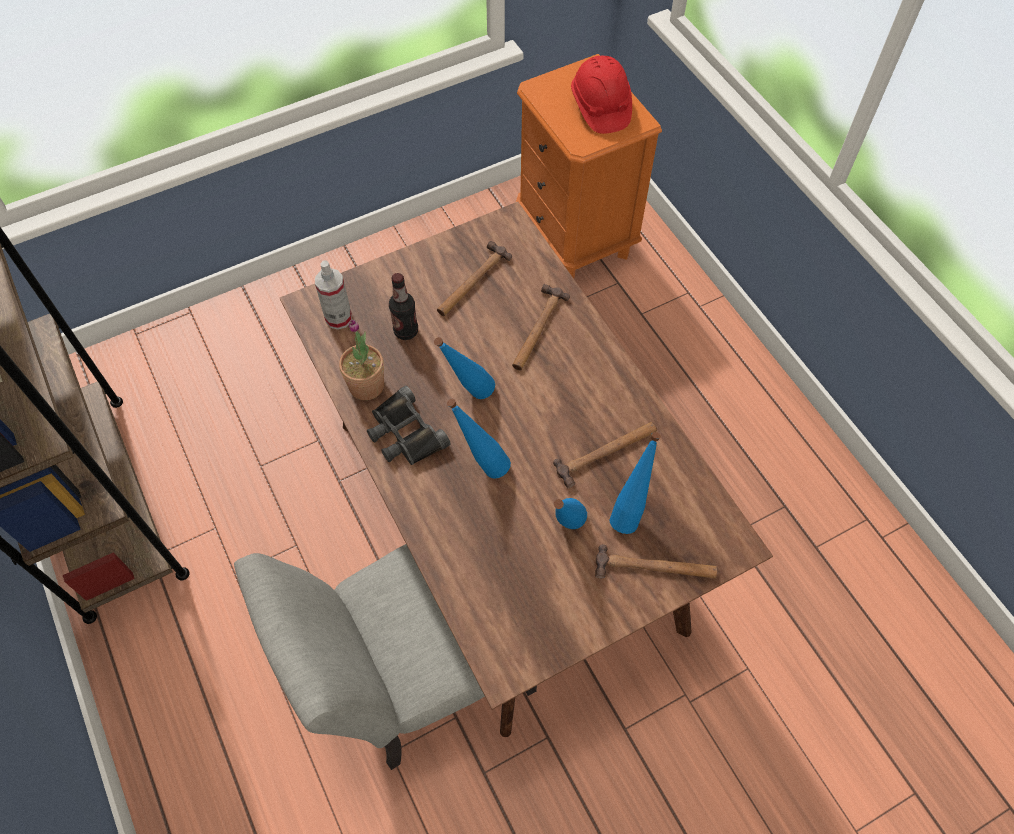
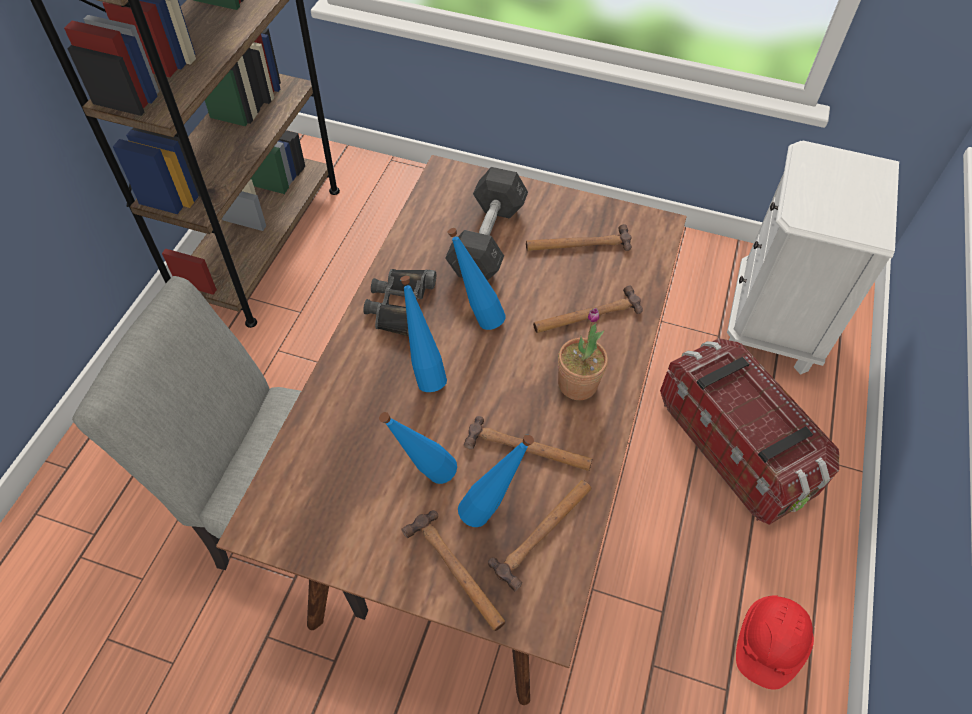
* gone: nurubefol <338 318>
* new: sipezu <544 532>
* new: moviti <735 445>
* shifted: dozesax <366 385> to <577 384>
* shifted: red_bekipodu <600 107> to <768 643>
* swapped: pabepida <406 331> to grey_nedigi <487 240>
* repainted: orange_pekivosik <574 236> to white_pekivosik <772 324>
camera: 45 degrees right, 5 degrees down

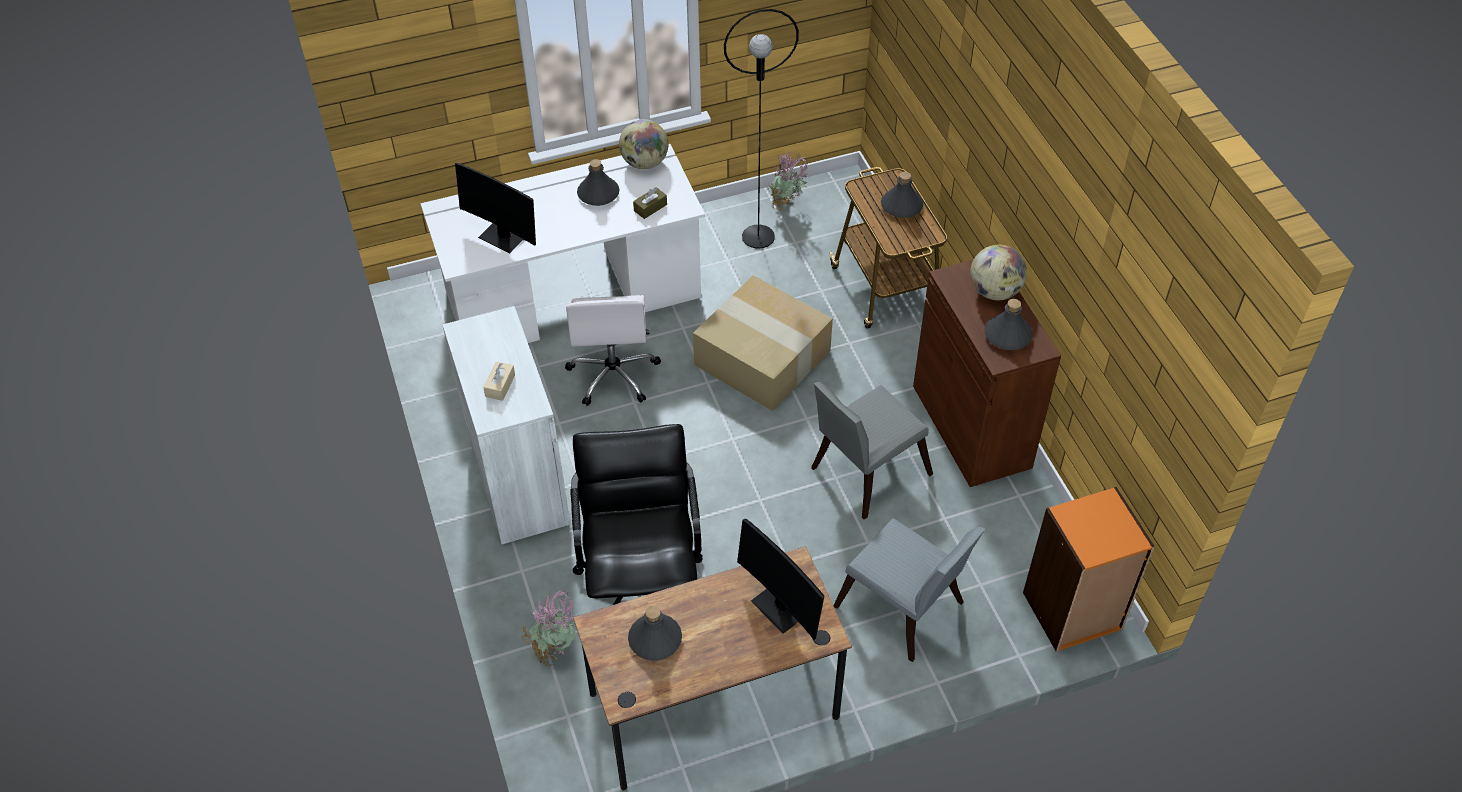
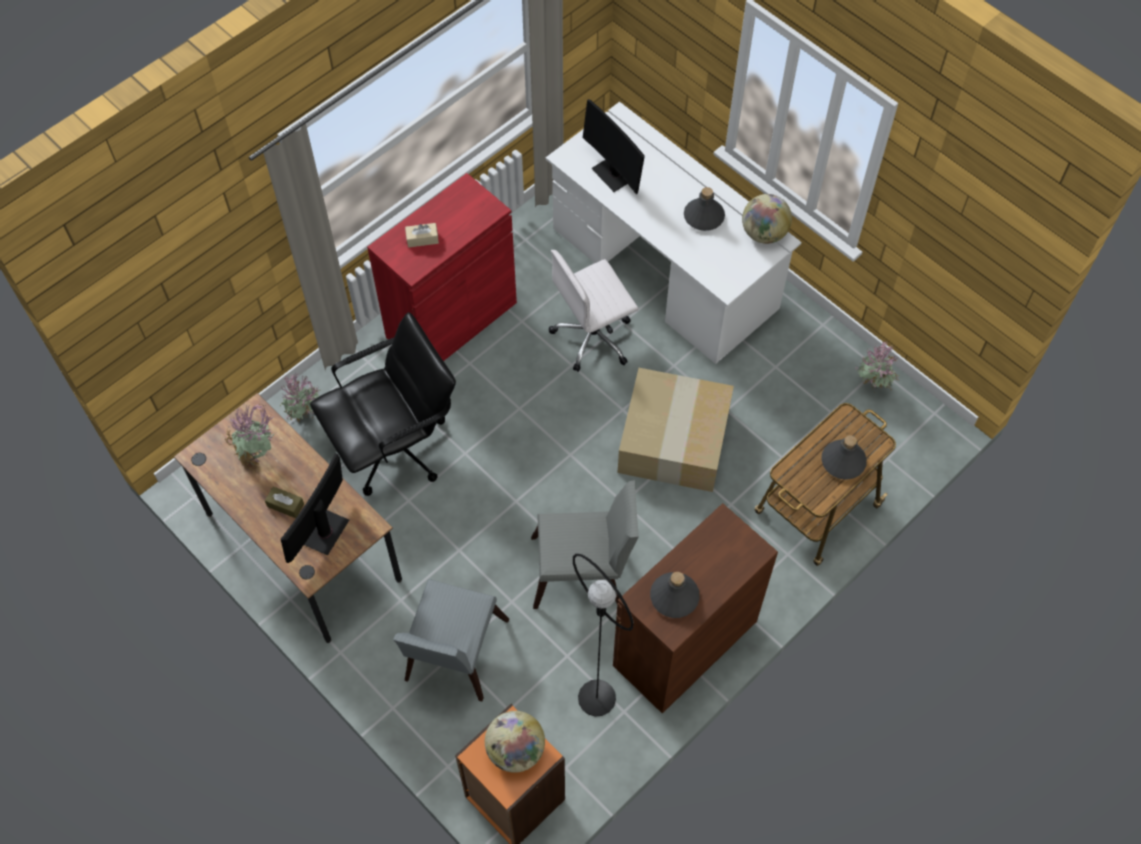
* shifted: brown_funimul <650 207> to <285 505>
* shifted: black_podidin <758 236> to <597 698>
* shifted: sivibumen <994 291> to <515 750>
* swapped: grey_pabepida <655 639> to dozesax <258 456>
* repainted: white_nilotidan <518 480> to red_nilotidan <451 320>
* rotated: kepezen <504 236> = <614 174> 45 degrees counterclockwise
* rotated: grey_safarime <864 474> = <584 572> 150 degrees clockwise
camera: 65 degrees right, 10 degrees up

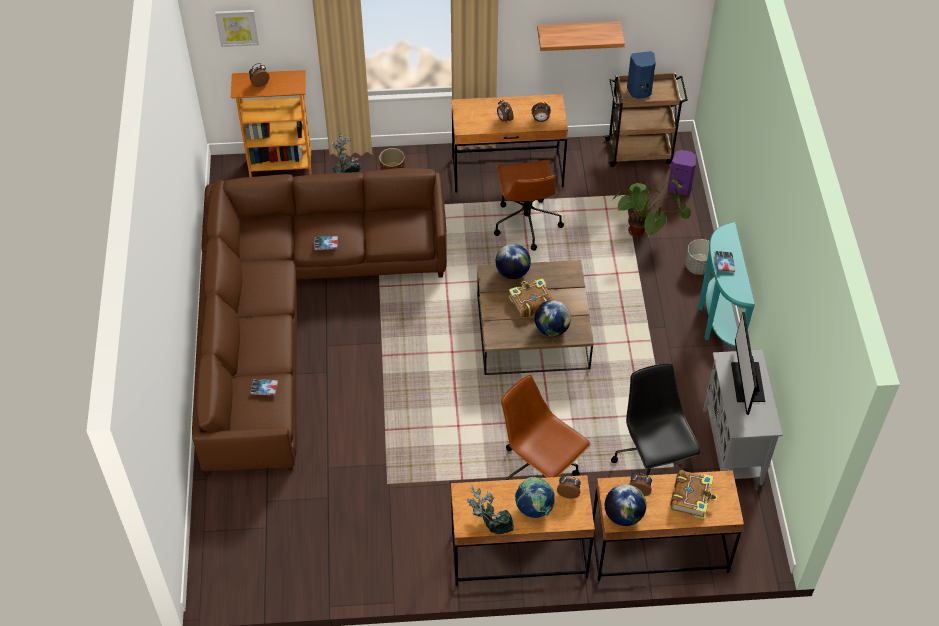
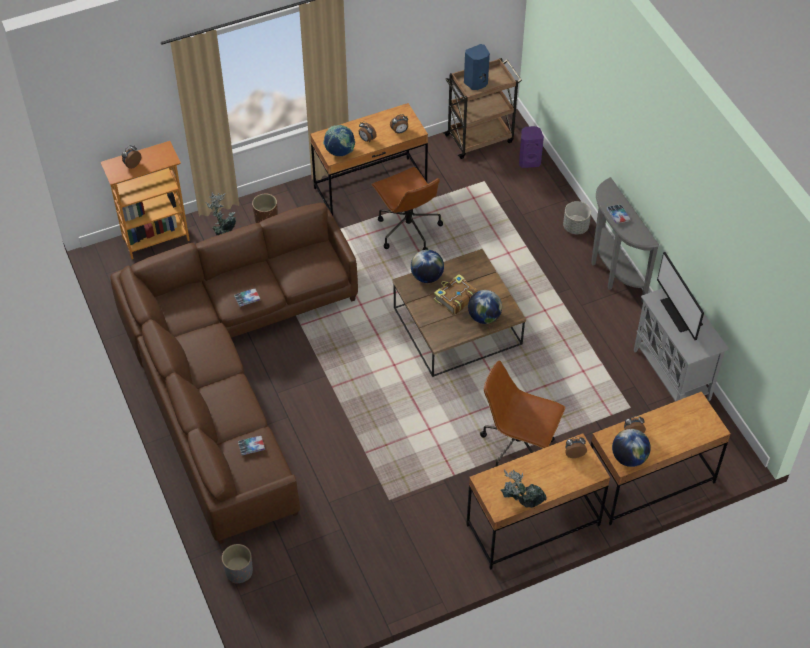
* gone: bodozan <237 27>
* gone: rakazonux <578 33>
* gone: dozesax <646 232>
* gone: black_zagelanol <653 461>
* gone: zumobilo <692 497>
* new: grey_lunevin <239 571>
* shifted: sivibumen <534 508> to <340 152>
* repainted: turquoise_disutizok <716 323> to grey_disutizok <612 272>
camera: 20 degrees left, 0 degrees up

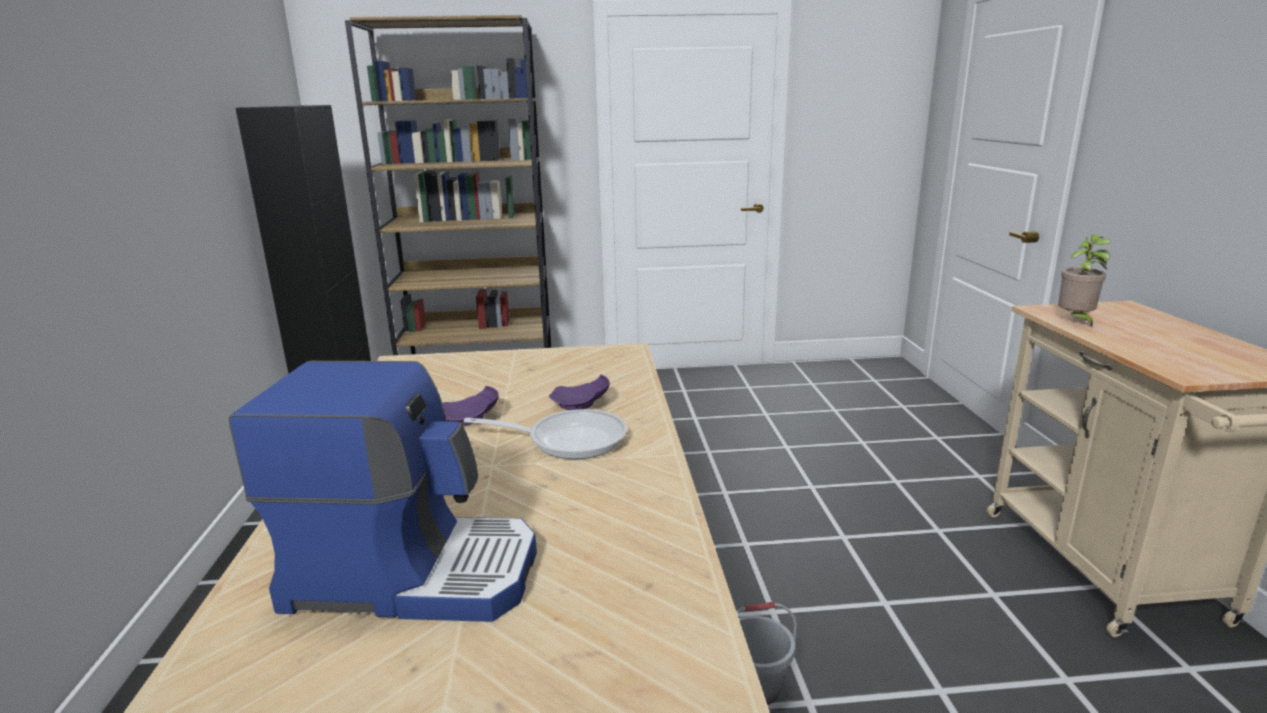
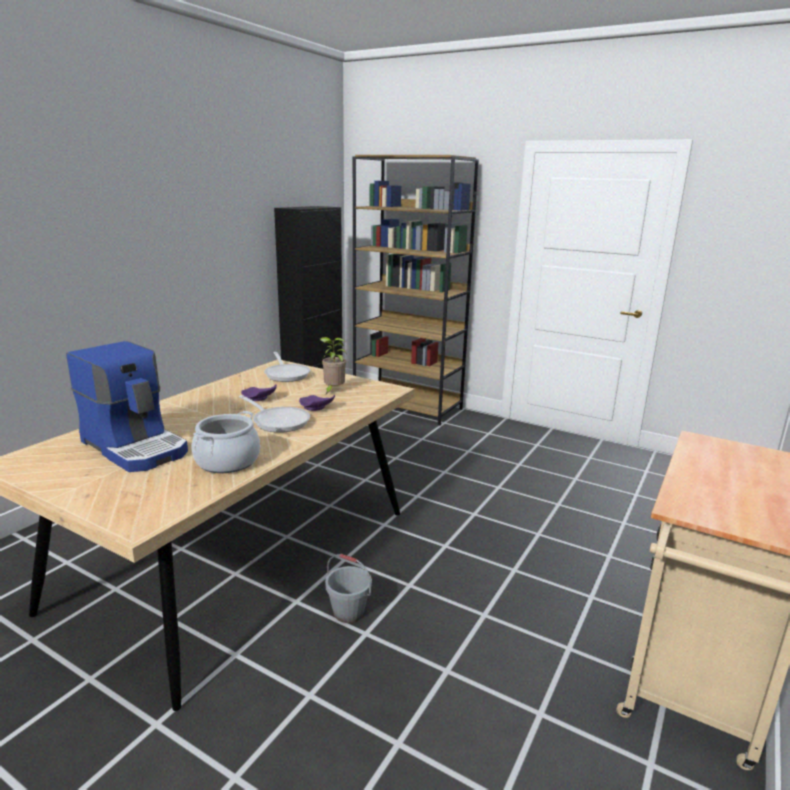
* new: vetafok <228 461>
* new: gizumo <286 374>
* shifted: dozesax <1075 321> to <333 391>
camera: 35 degrees right, 0 degrees up

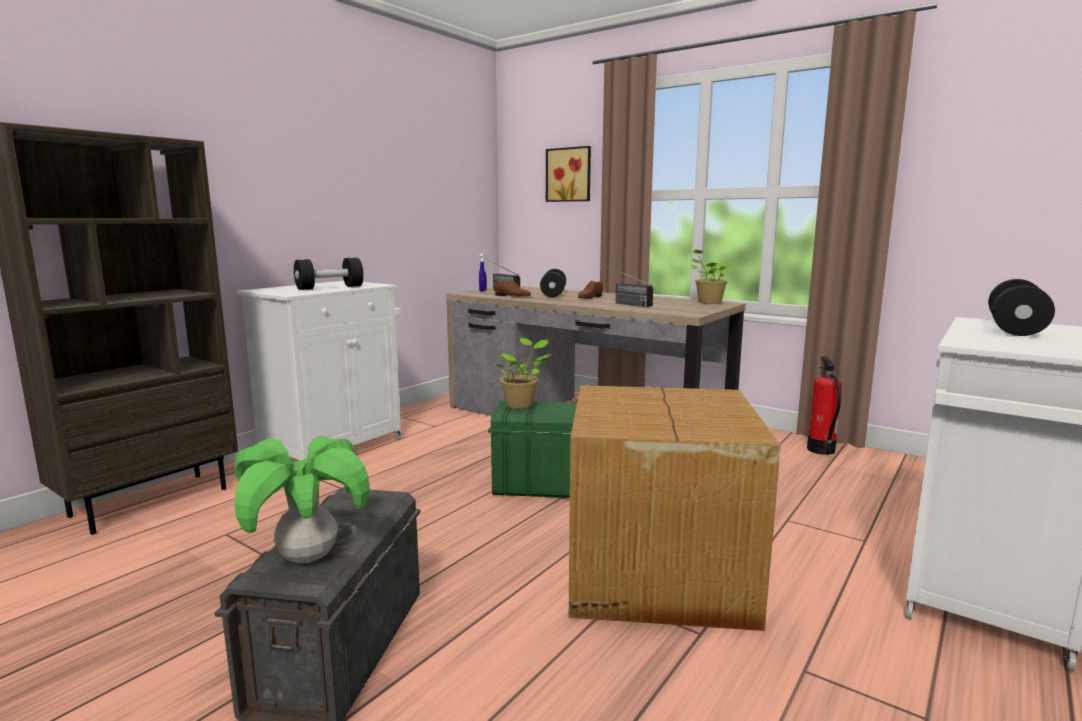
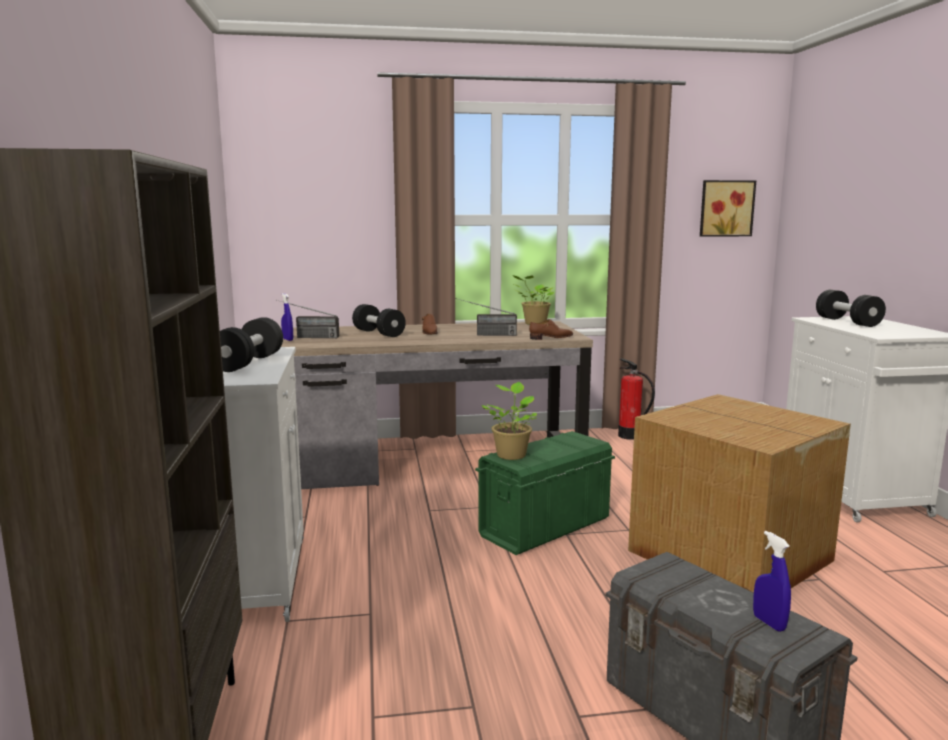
* shifted: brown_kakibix <512 296> to <551 338>
* shifted: bodozan <569 175> to <725 208>
* swapped: dozesax <308 557> to blue_nurubefol <769 623>
camera: 45 degrees left, 0 degrees up

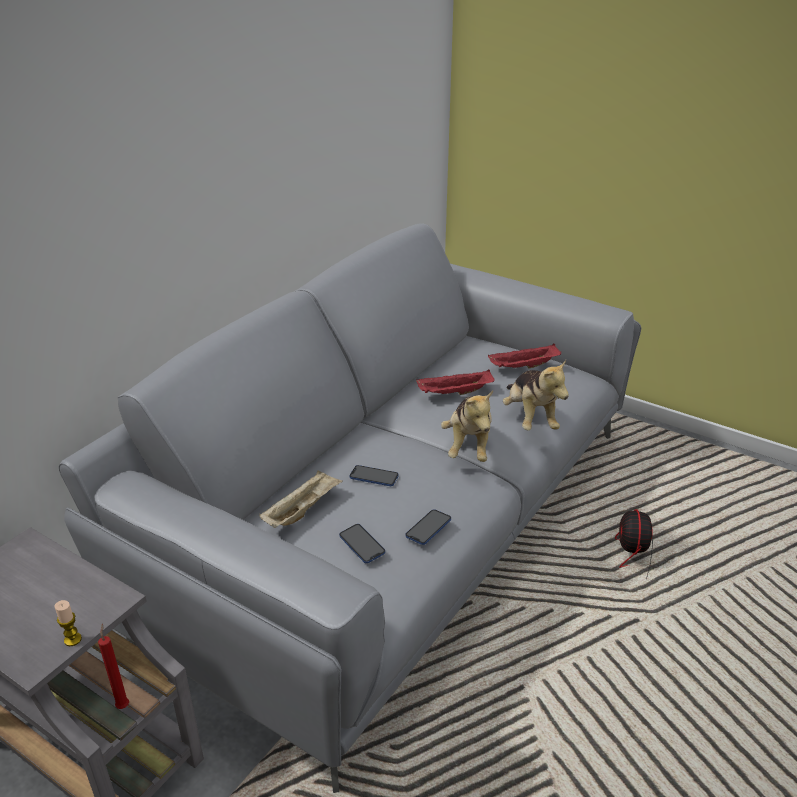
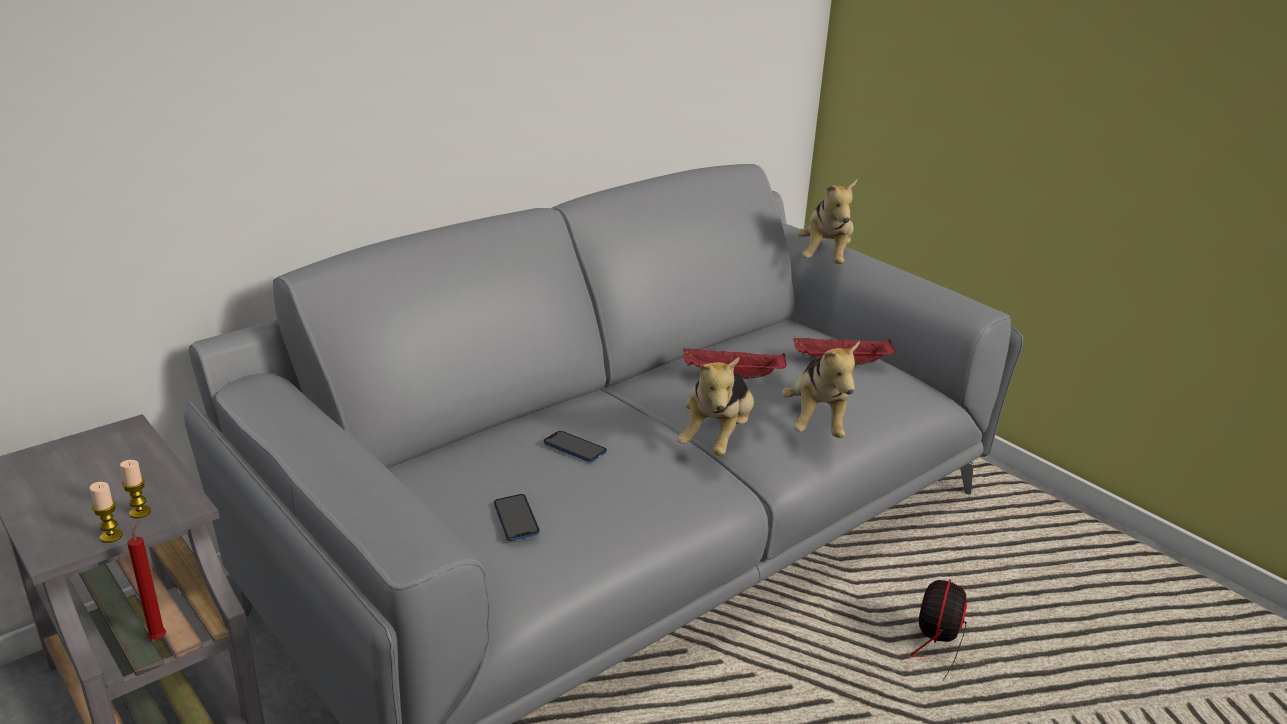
* gone: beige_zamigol <302 510>
* gone: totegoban <428 528>
* new: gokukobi <140 512>
* new: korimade <825 258>
camera: 15 degrees right, 5 degrees down

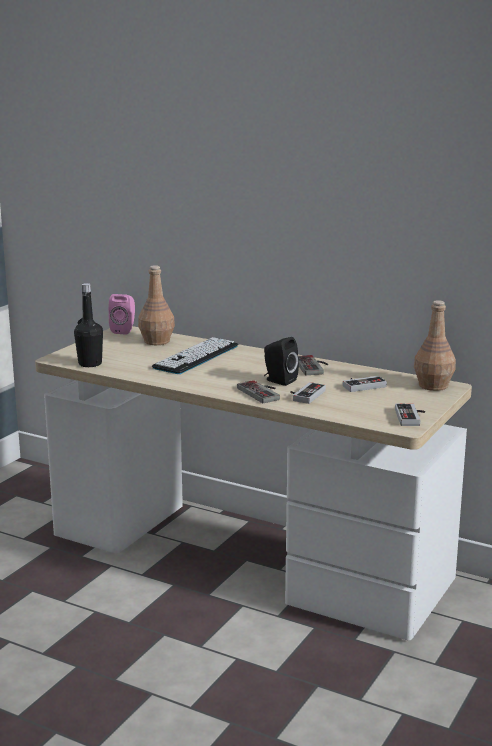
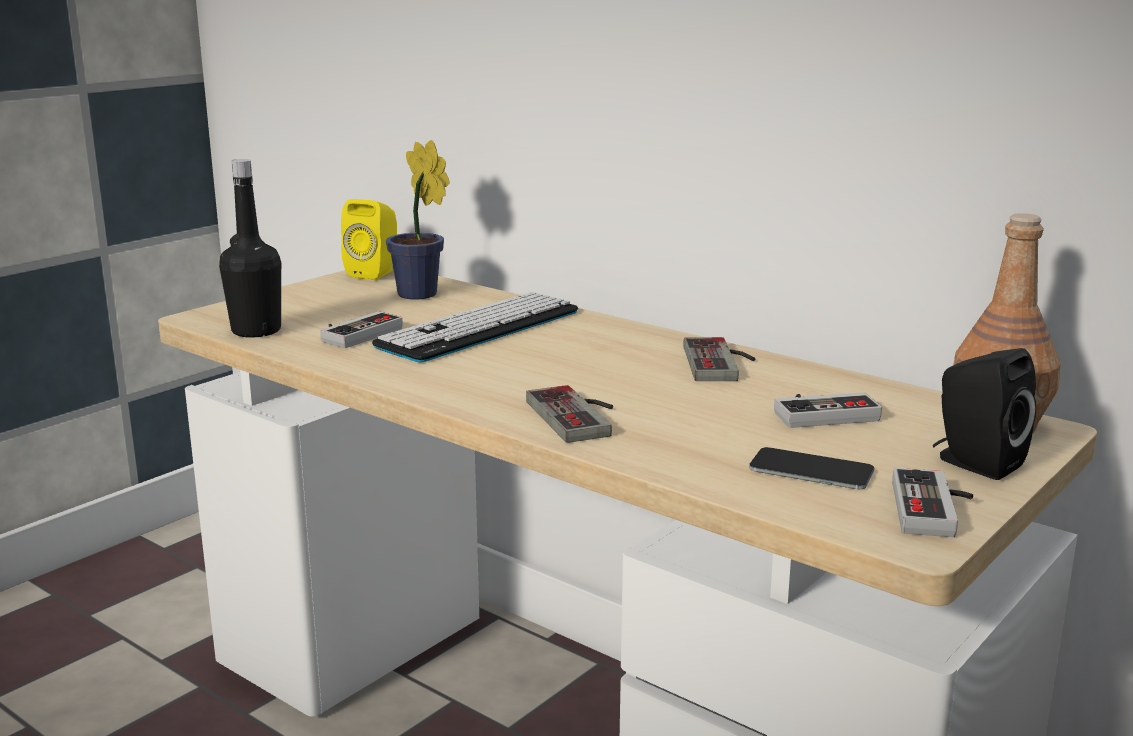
* new: totegoban <811 470>
* shifted: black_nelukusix <278 380> to <974 463>
* shifted: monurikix <305 395> to <356 333>
* swapped: brown_pabepida <156 341> to dozesax <421 295>
* repainted: pink_nelukusix <124 330> to yellow_nelukusix <375 273>
camera: 10 degrees right, 0 degrees up

